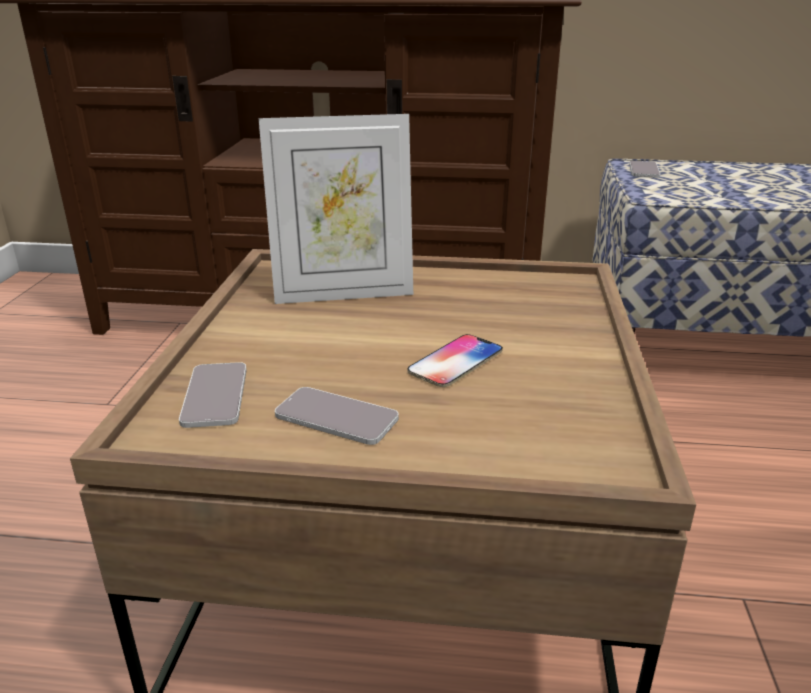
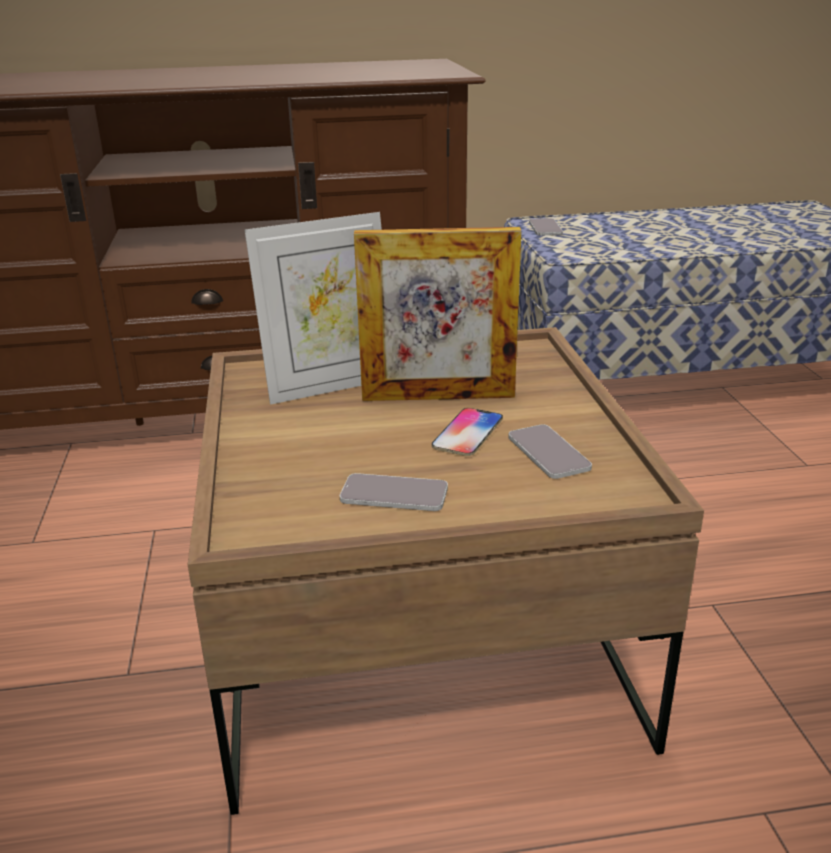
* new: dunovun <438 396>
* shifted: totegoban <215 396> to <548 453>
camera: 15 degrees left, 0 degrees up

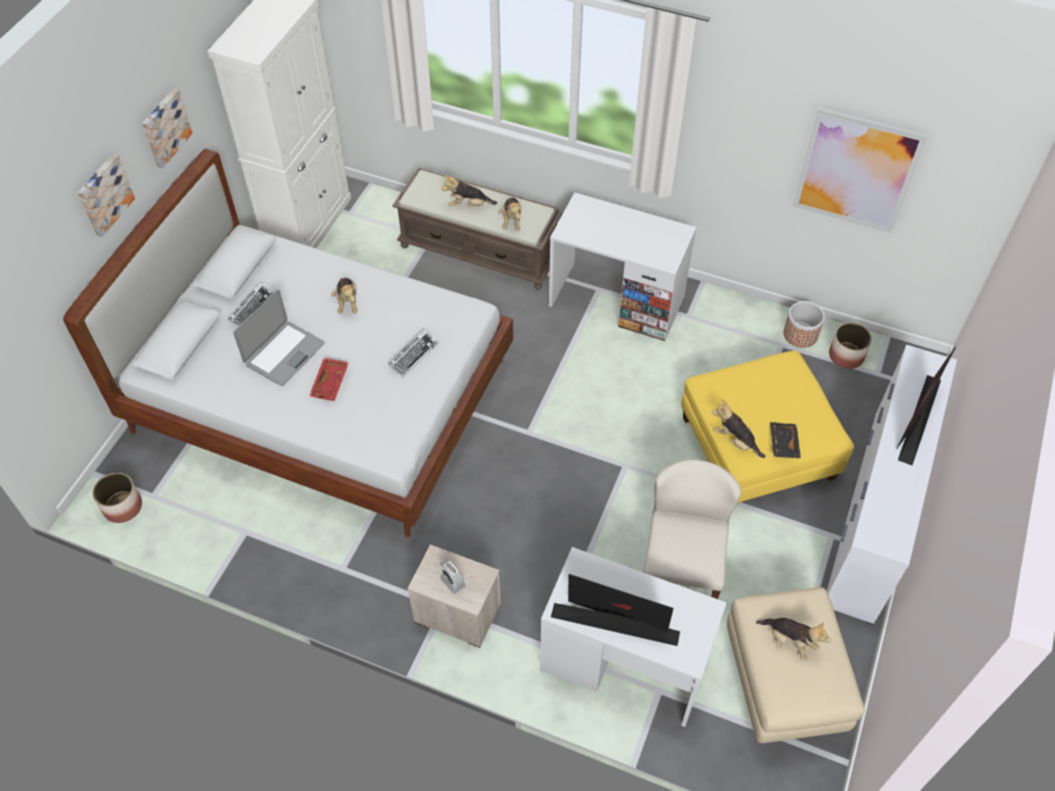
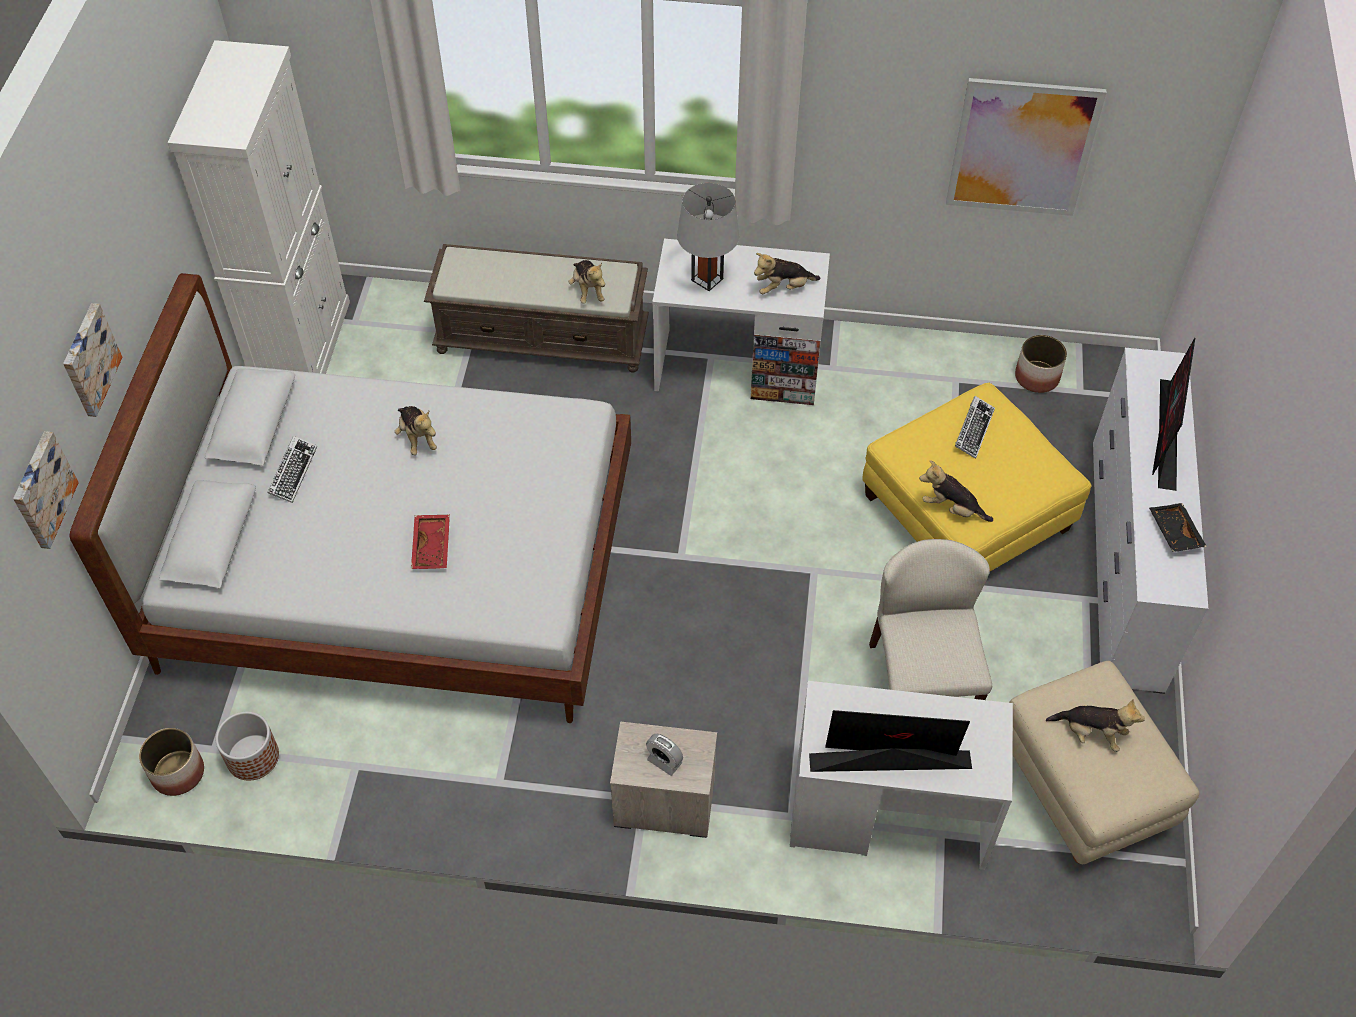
* gone: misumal <284 354>
* new: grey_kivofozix <707 279>
* shifted: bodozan <165 127> to <41 489>
* shifted: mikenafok <413 355> to <973 430>
* shifted: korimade <468 205> to <783 288>
* shifted: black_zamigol <782 444> to <1173 532>
* shifted: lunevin <800 335> to <253 757>
camera: 15 degrees left, 0 degrees up

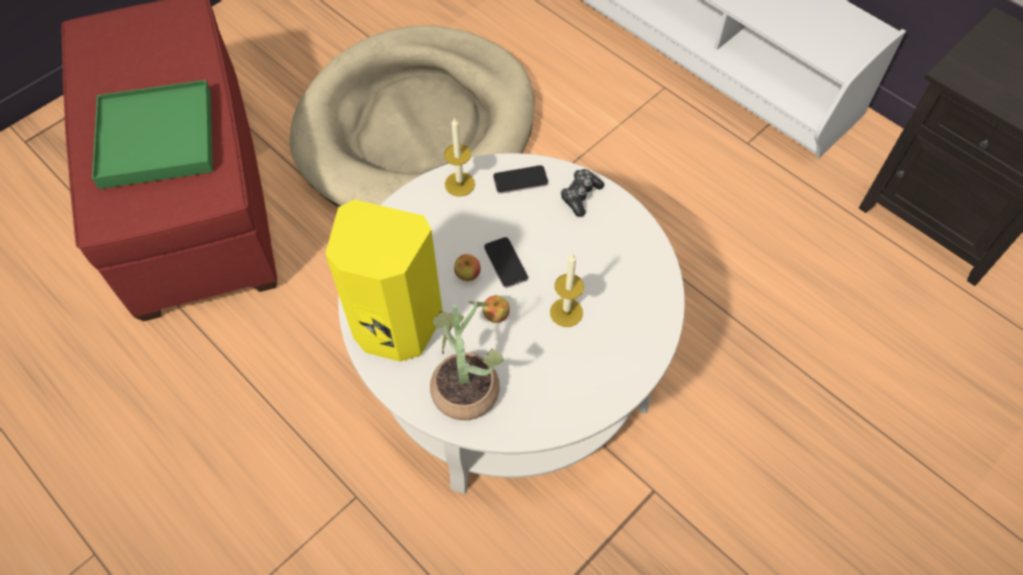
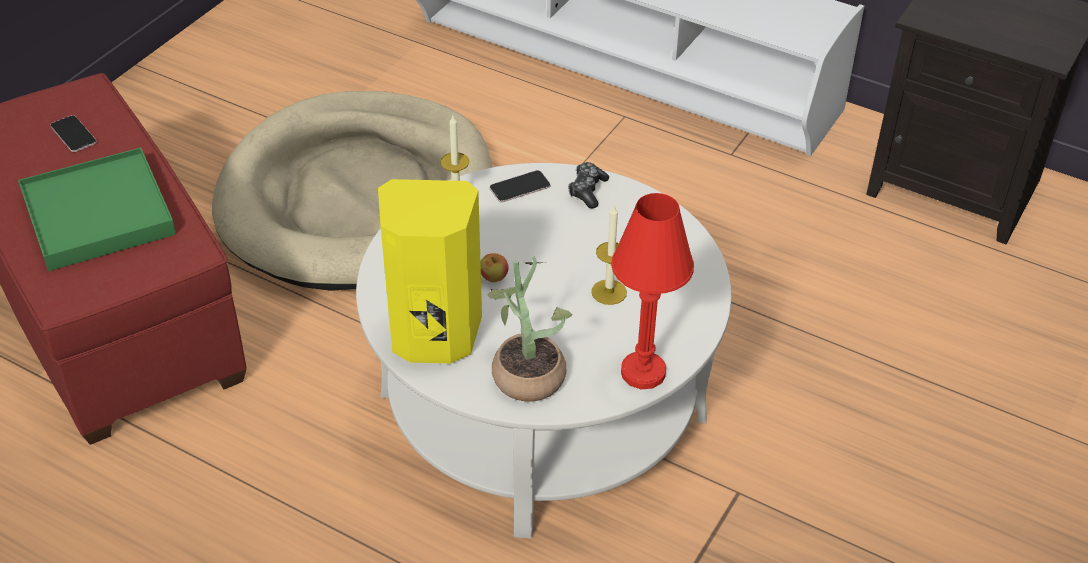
* gone: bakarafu <496 315>
* new: red_kivofozix <643 372>
* shifted: totegoban <505 263> to <73 134>
camera: 15 degrees left, 15 degrees down

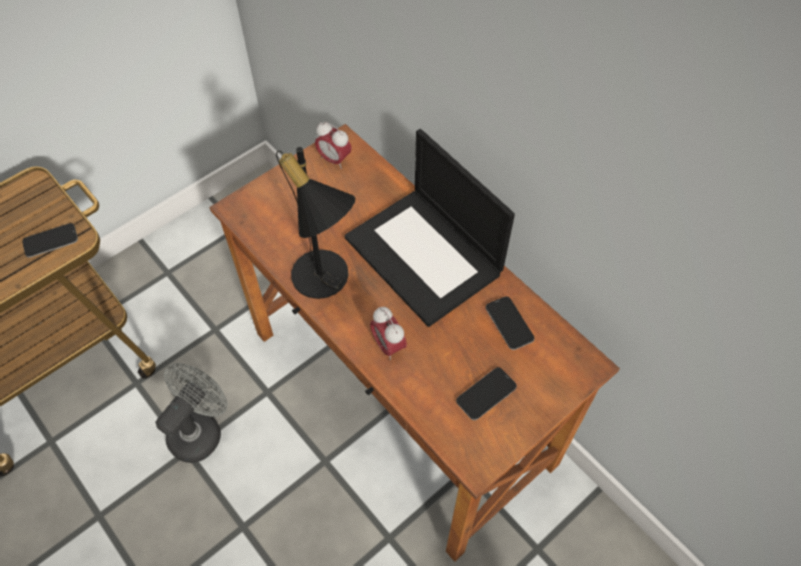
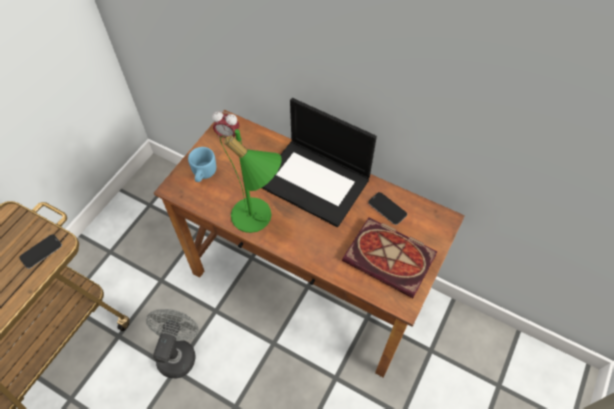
* gone: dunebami <388 345>
* new: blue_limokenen <203 174>
* swapped: totegoban <486 394> to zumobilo <392 258>
* repainted: black_kivofozix <326 282> to green_kivofozix <257 219>
camera: 20 degrees left, 0 degrees up

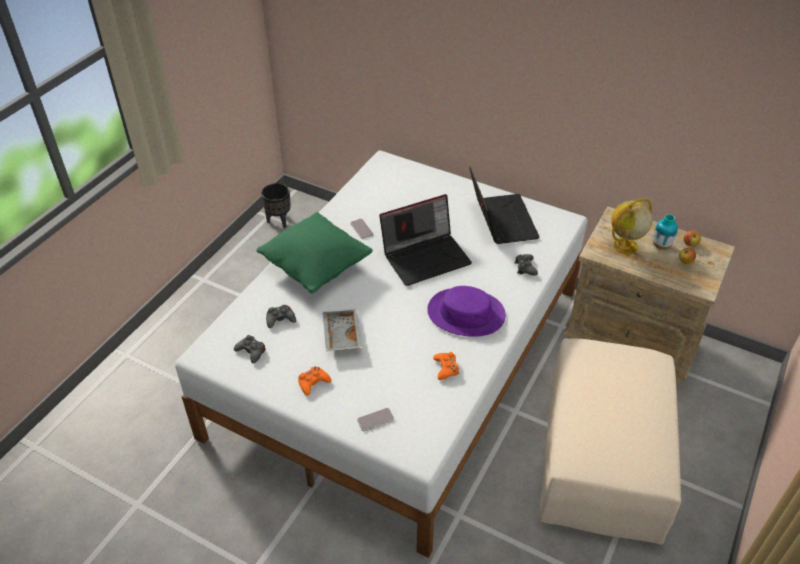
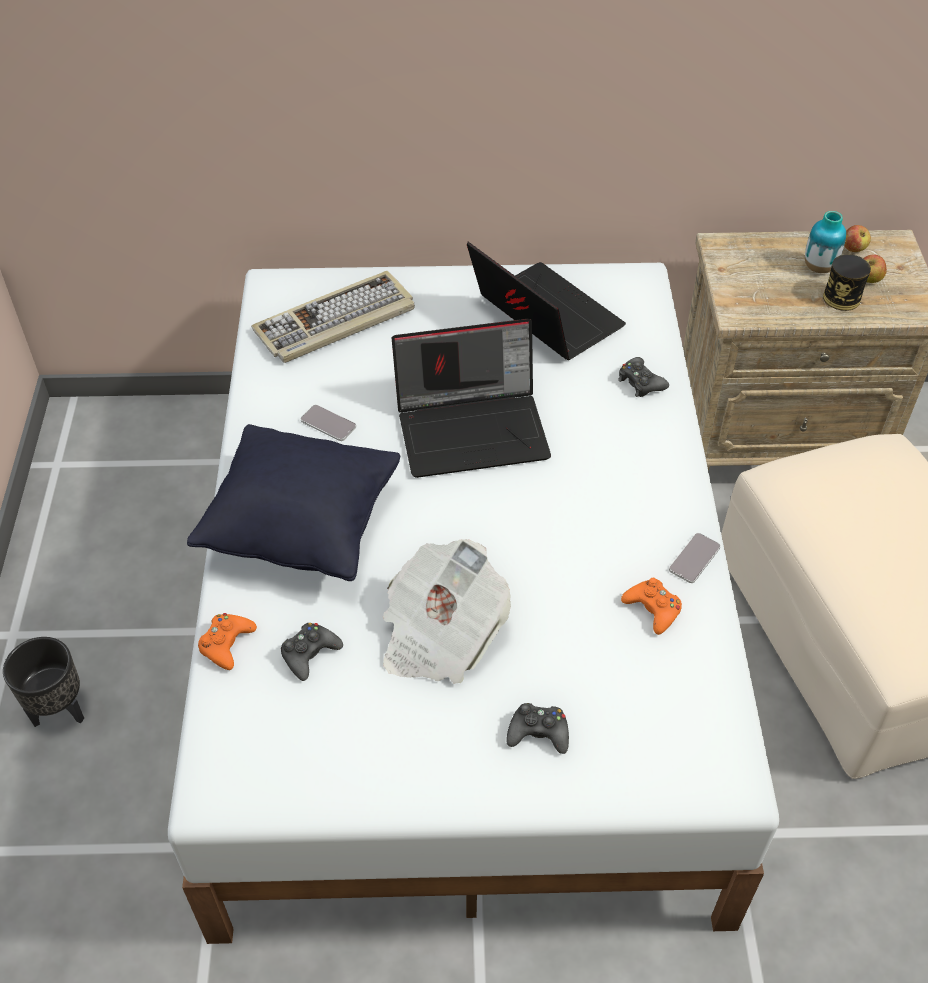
* gone: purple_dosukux <466 313>
* gone: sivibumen <624 246>
* new: mikenafok <335 322>
* new: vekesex <841 298>
* shifted: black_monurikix <251 351> to <538 732>
* shifted: black_lunevin <279 221> to <60 709>
* shifted: orange_monurikix <313 383> to <226 644>
* shifted: totegoban <375 420> to <694 558>
* swapped: grey_zamigol <341 335> to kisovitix <440 634>
* repainted: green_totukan <316 268> to black_totukan <302 528>
* rotated: misumal <426 256> = <473 428> 45 degrees clockwise
camera: 30 degrees left, 5 degrees up

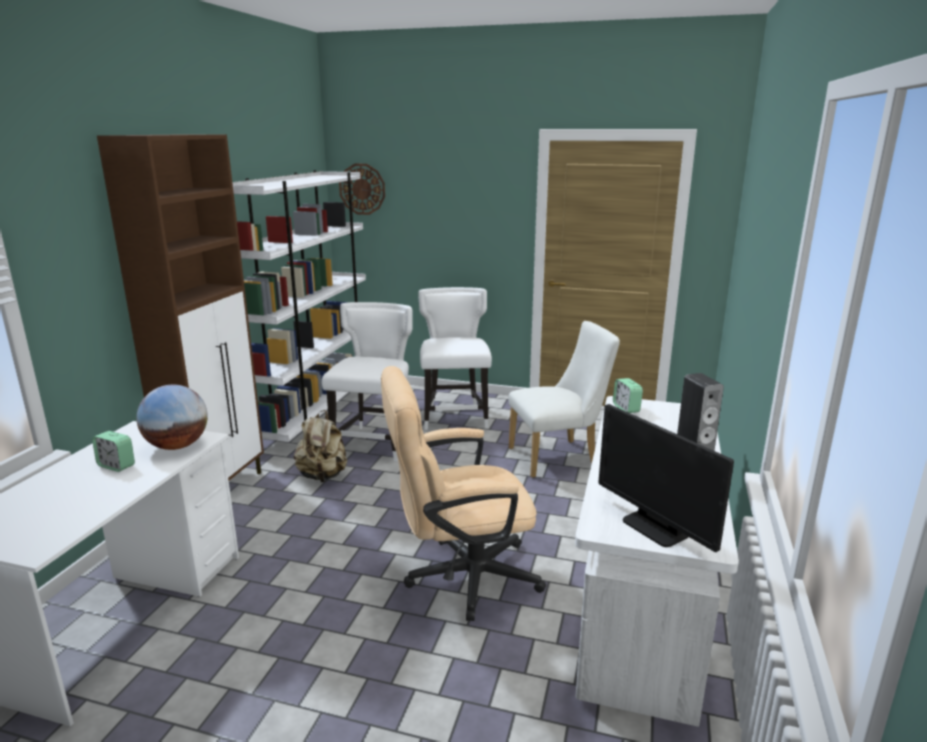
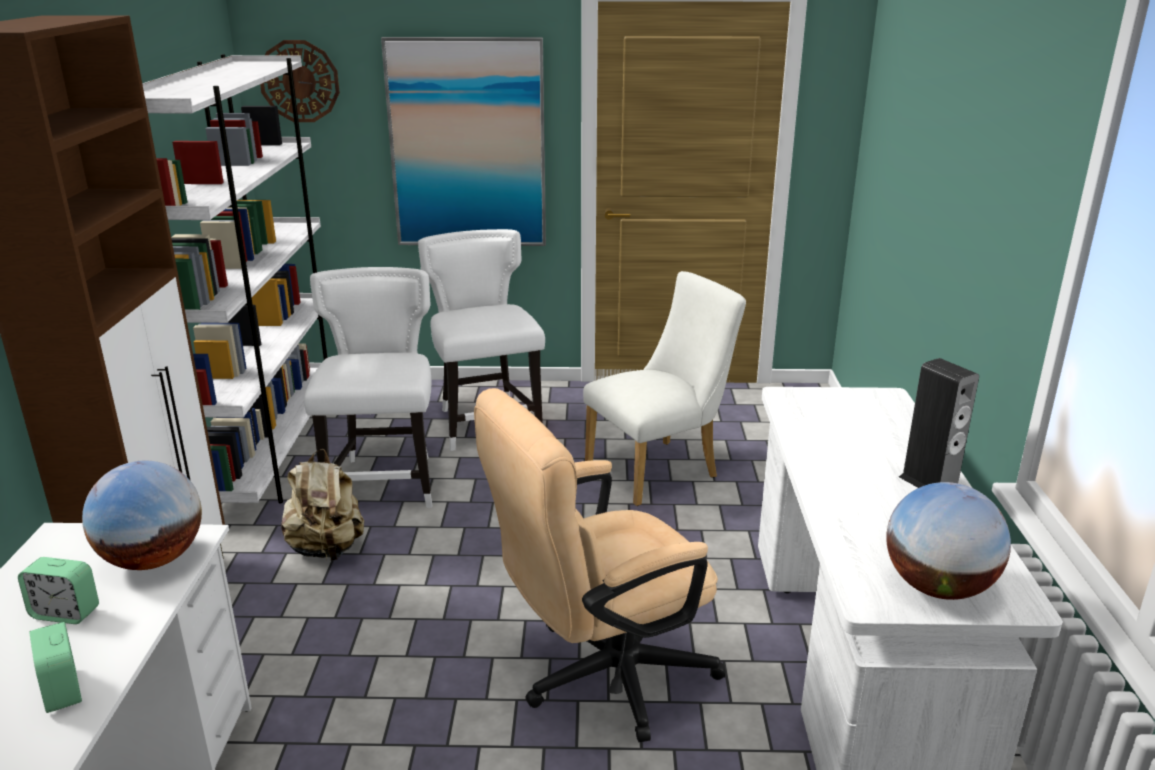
* new: bodozan <467 145>
* shifted: dunebami <626 408> to <63 691>
* swapped: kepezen <655 527> to sivibumen <938 587>
camera: 15 degrees left, 5 degrees up

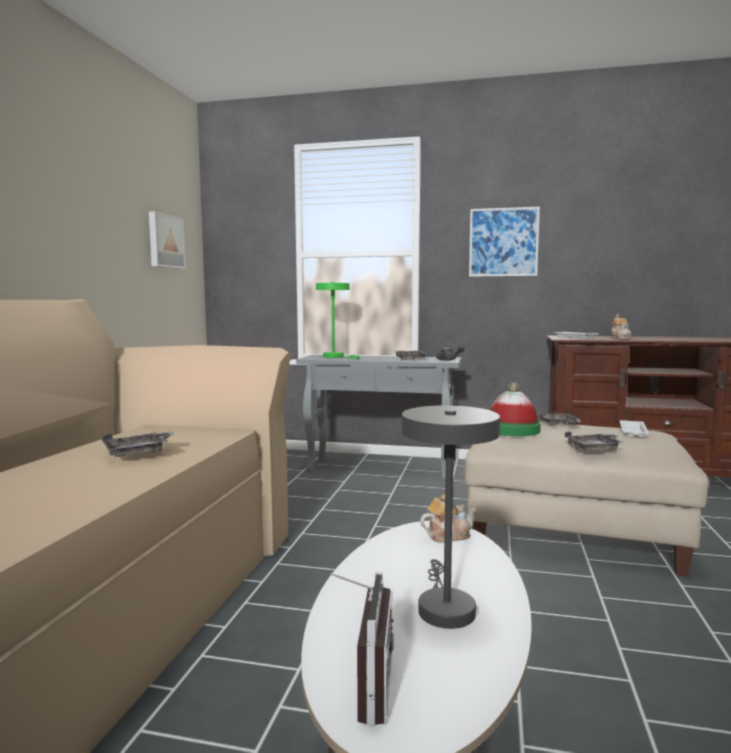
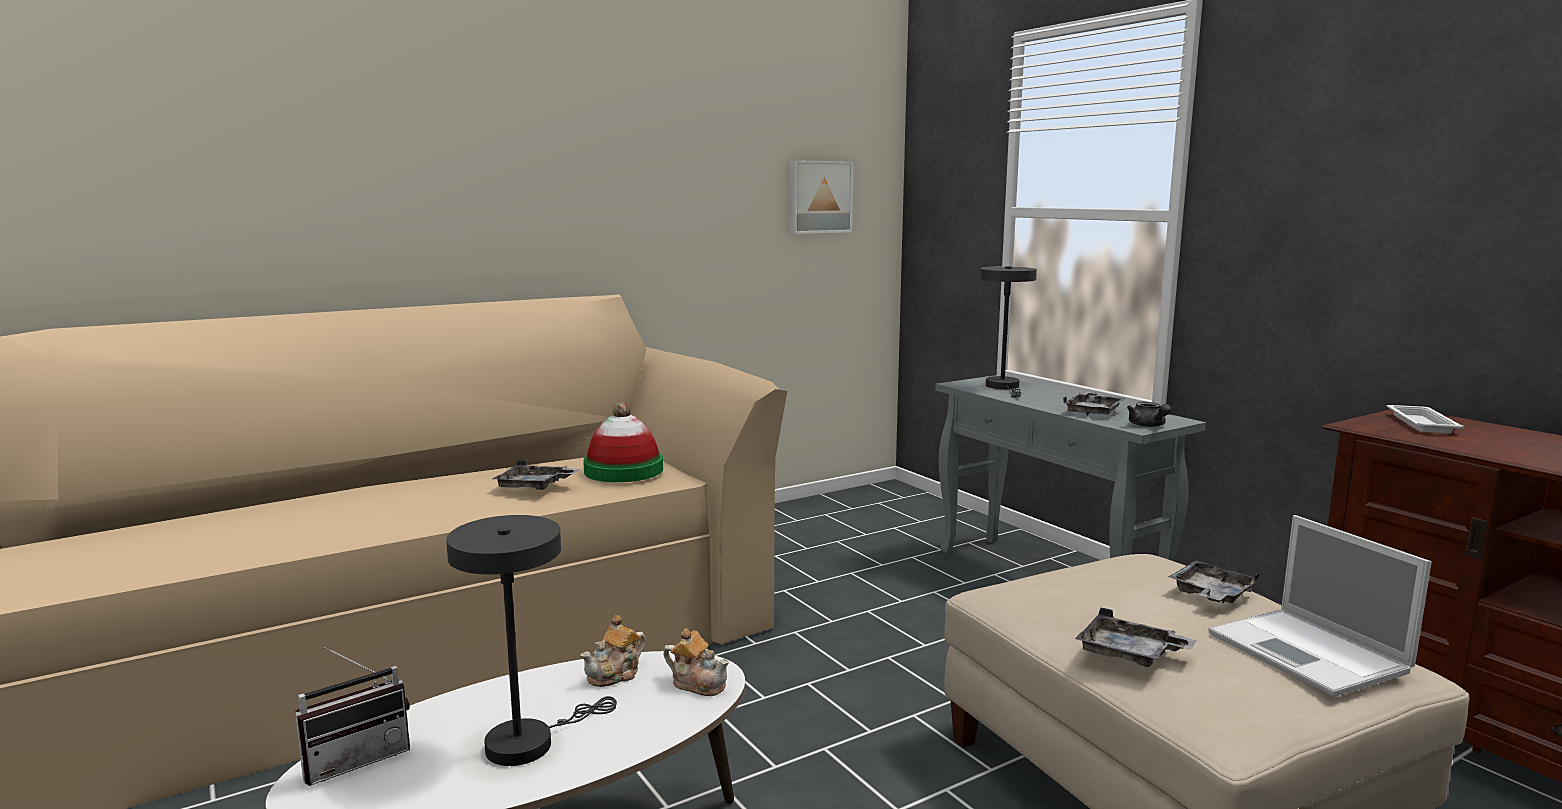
* gone: bodozan <503 242>
* shifted: dosukux <512 429> to <623 470>
* shifted: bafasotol <620 338> to <615 675>
* swapped: white_zamigol <633 432> to misumal <1310 653>
* repainted: green_kivofozix <336 357> to grey_kivofozix <1004 387>
camera: 45 degrees right, 5 degrees up

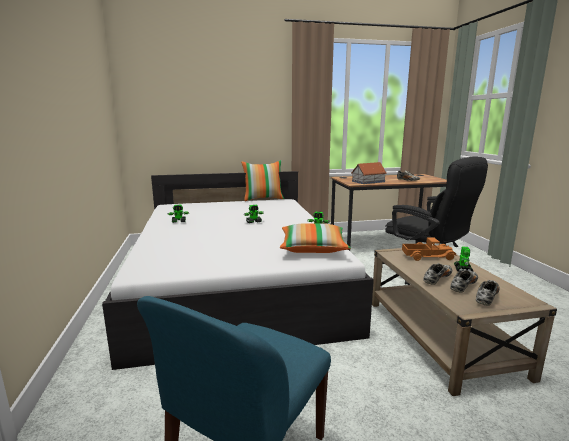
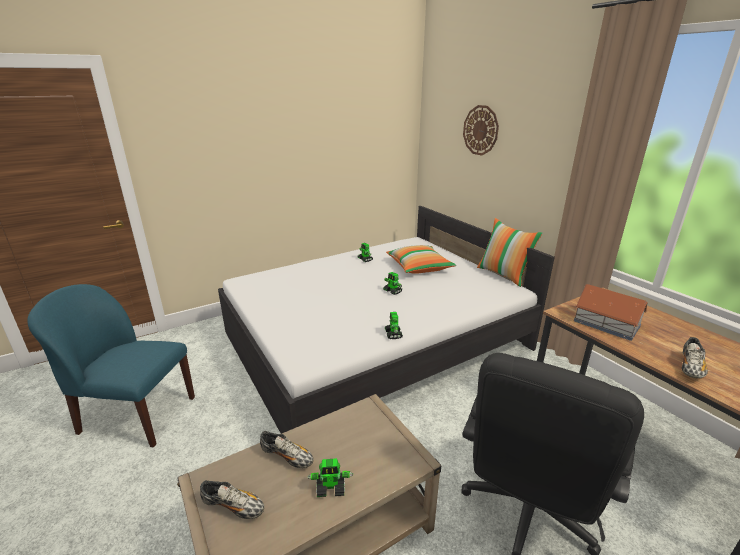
* gone: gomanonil <427 256>
* gone: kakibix <463 286>
* new: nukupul <480 130>
* shifted: totukan <313 248> to <419 267>
camera: 70 degrees right, 10 degrees up

